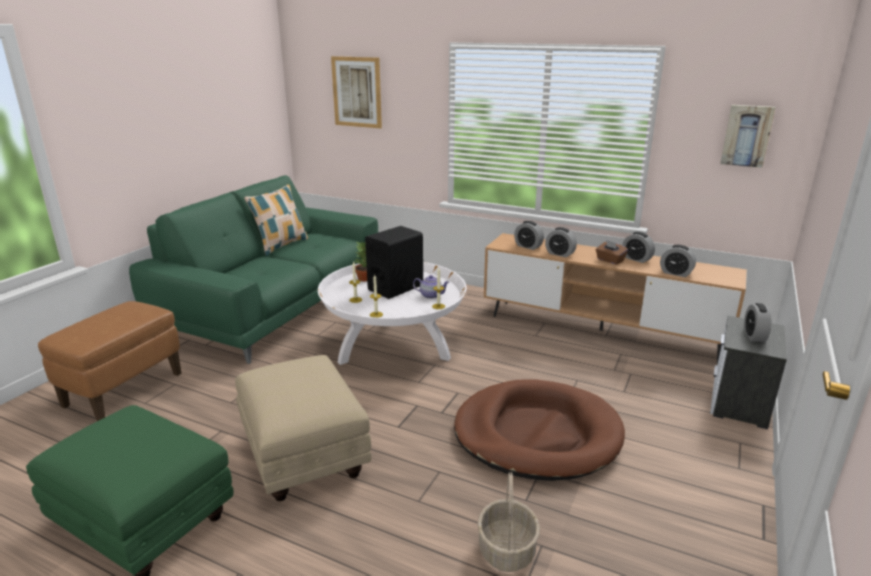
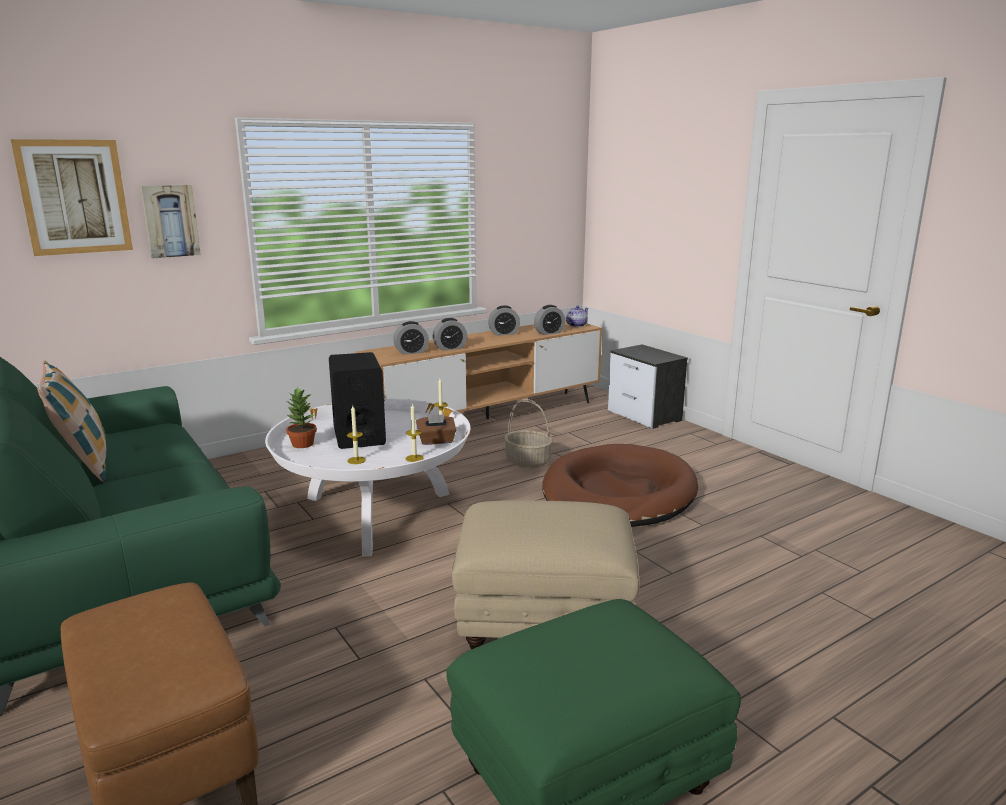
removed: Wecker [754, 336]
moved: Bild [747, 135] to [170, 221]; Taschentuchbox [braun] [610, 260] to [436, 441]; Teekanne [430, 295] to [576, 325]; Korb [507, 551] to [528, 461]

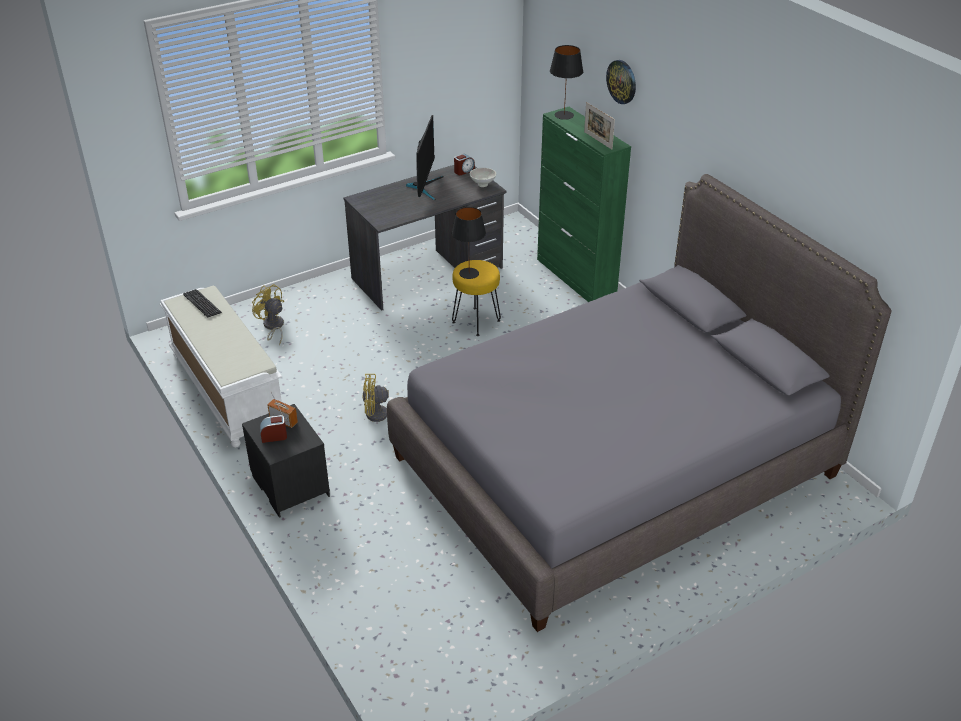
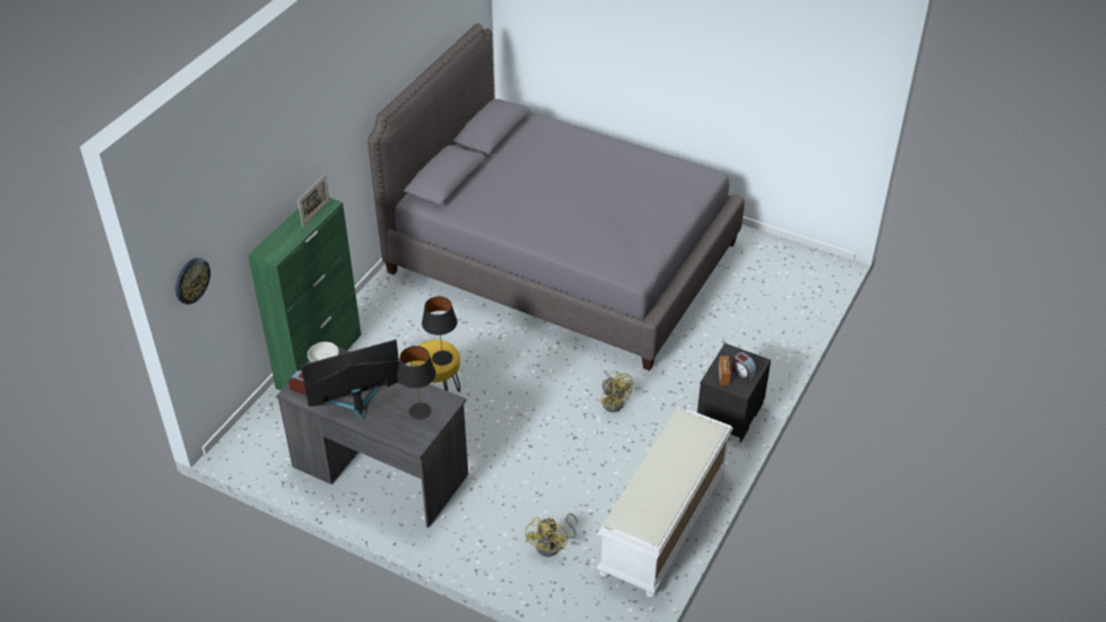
removed: Tastatur [202, 304]
moved: Tischlampe [schwarz] [563, 115] to [420, 411]; Wanduhr [622, 81] to [191, 280]

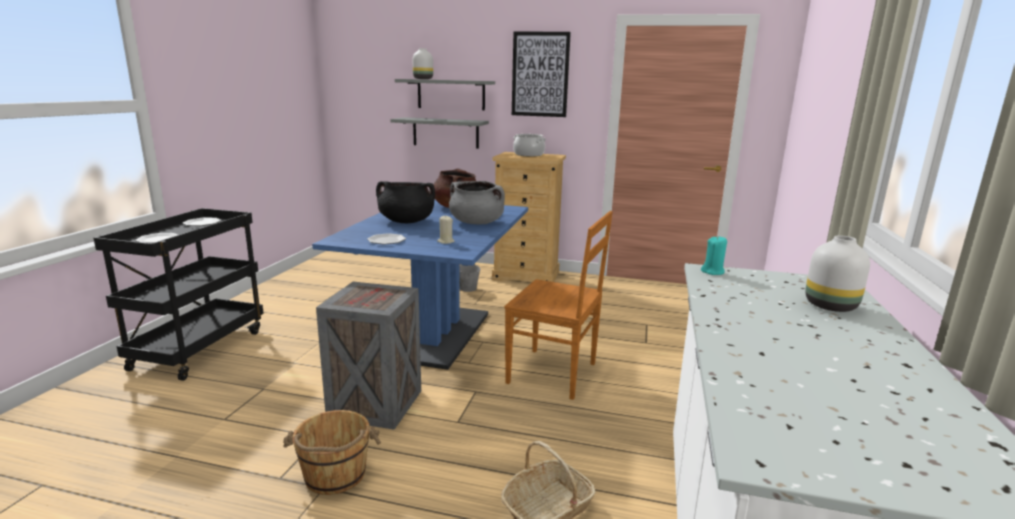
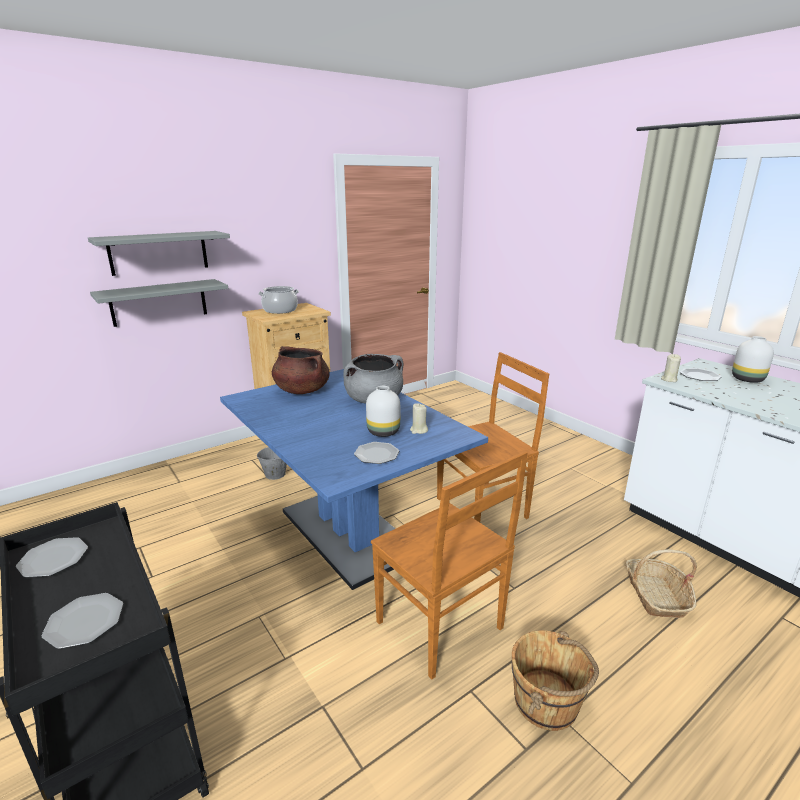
removed: Bild [540, 74]; Kochtopf [schwarz] [406, 221]
added: Teller [699, 376]
moved: Vase [weiß] [422, 79] to [383, 432]
replaced: Kiste [373, 404] to Stuhl [braun] [441, 627]
recoloured: Kerze [türkis] [713, 272] to Kerze [beige] [669, 379]

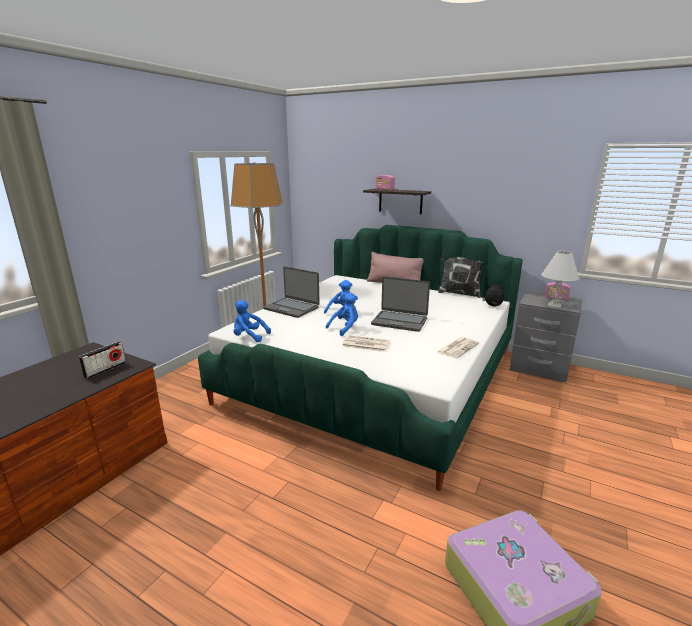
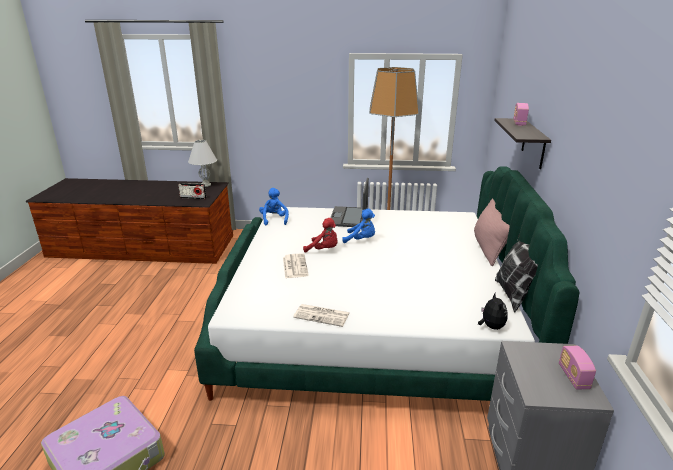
removed: Laptop [399, 321]
moved: Tischlampe [weiß] [554, 305] to [205, 185]
recoloured: Plüschtier [blau] [345, 328] to Plüschtier [rot] [324, 250]

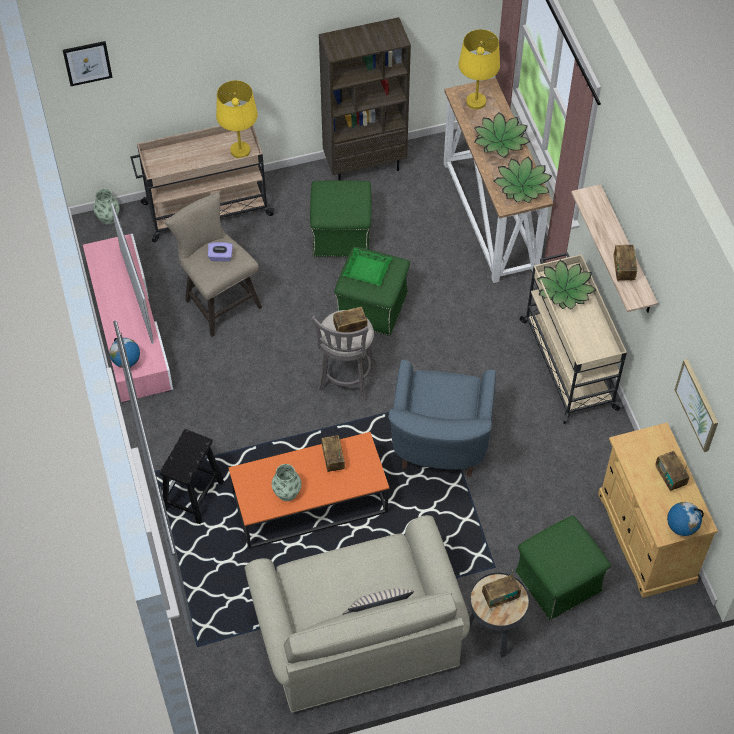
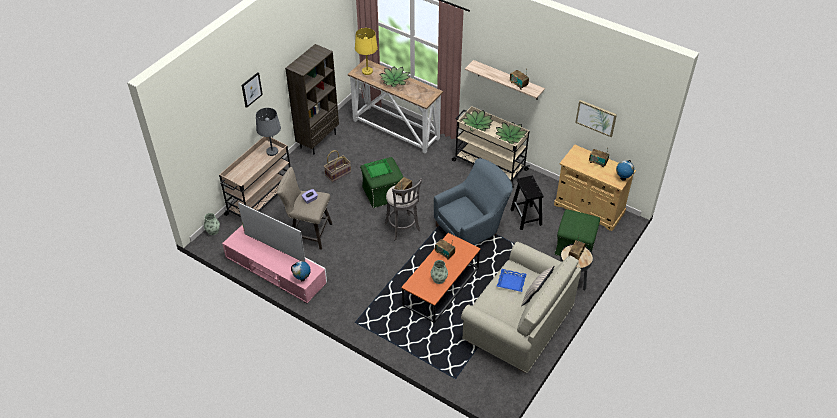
added: Tablett [blau] [511, 282]
moved: Bild [87, 63] to [251, 89]; Topfpflanze [522, 186] to [510, 136]; Hocker [schwarz] [193, 496] to [526, 217]
replaced: Polsterhocker [grün] [342, 235] to Korb [338, 173]
recoloured: Tischlampe [gelb] [240, 150] to Tischlampe [grau] [272, 152]
turned: Sessel [blau] [439, 448] = [472, 229] 90 degrees counterclockwise

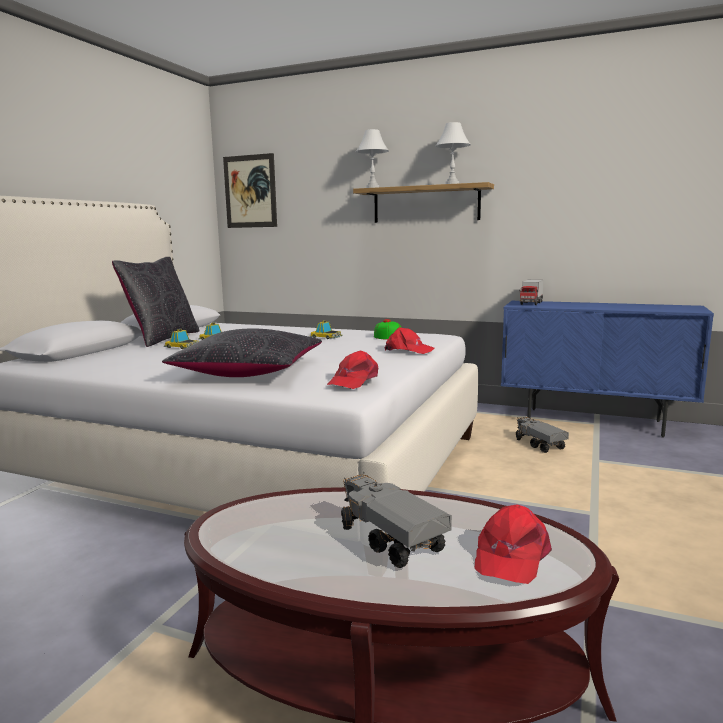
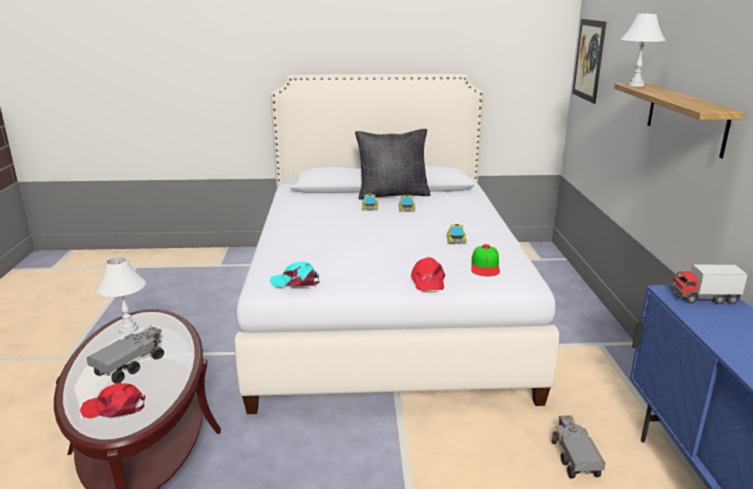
removed: Kissen [schwarz] [249, 372]
moved: Tischlampe [weiß] [451, 184] to [128, 329]
recoloured: Kappe [rot] [354, 381] to Kappe [türkis] [295, 282]
turned: Spielzeuglaster [539, 444] = [574, 458] 45 degrees counterclockwise

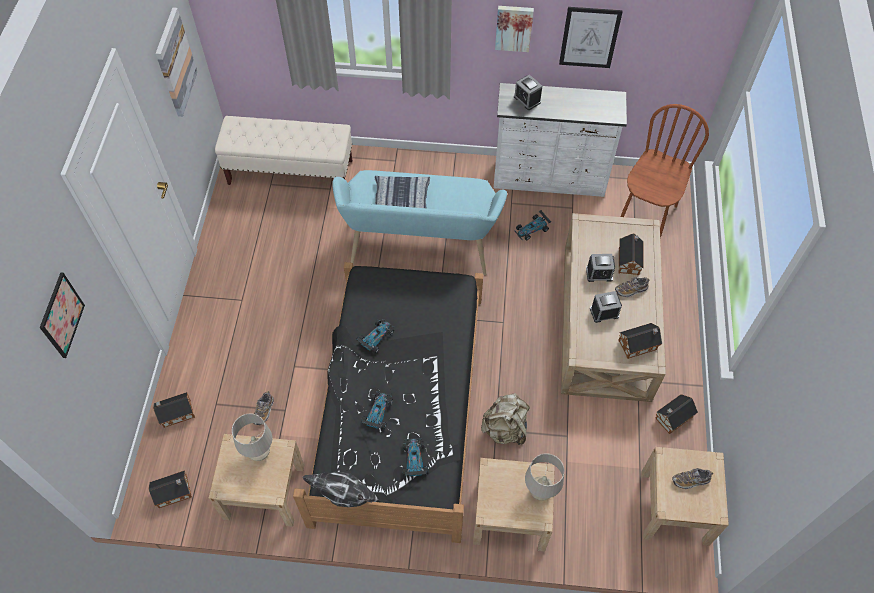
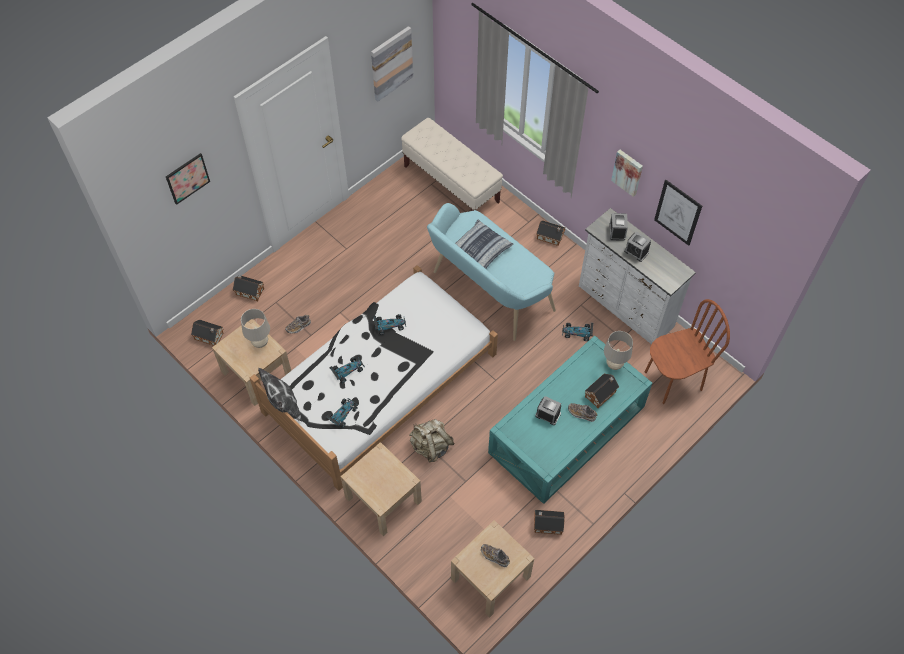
moved: Wecker [599, 274] to [636, 251]; Spielzeughaus [639, 345] to [551, 237]; Tischlampe [beige] [540, 491] to [614, 365]
recoloured: Couchtisch [beige] [607, 320] to Couchtisch [türkis] [567, 430]; Bett [schwarz] [400, 405] to Bett [weiß] [380, 383]

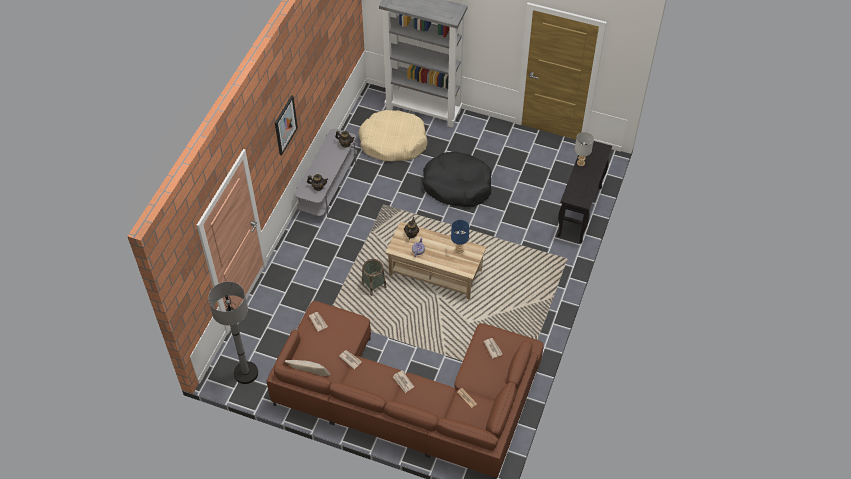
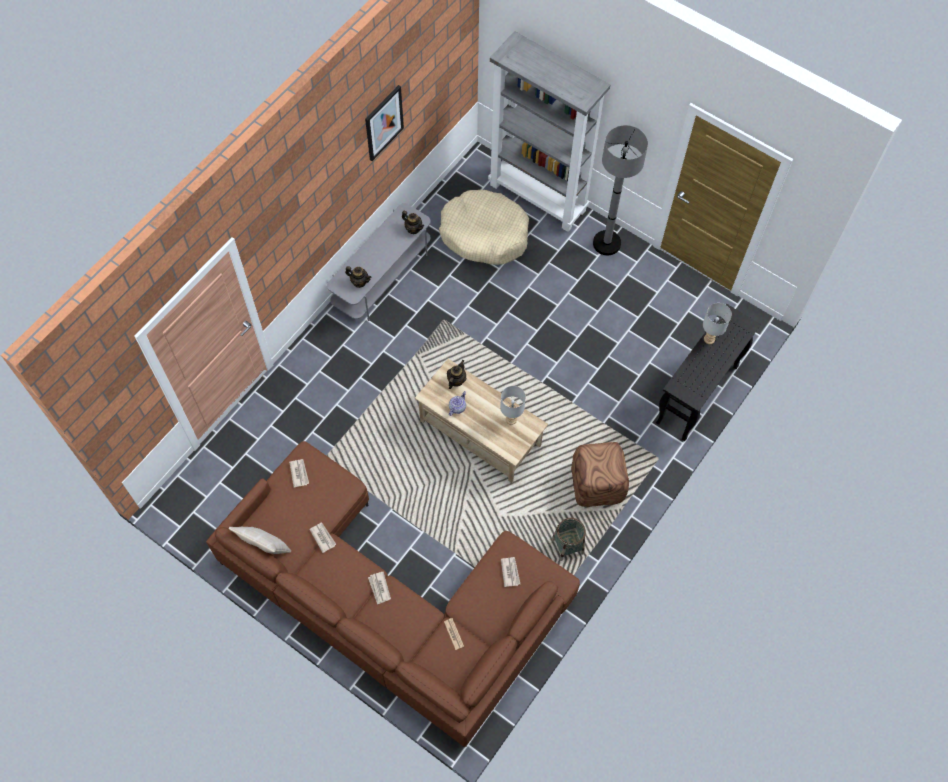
removed: Hundebett [schwarz] [457, 185]
added: Polsterhocker [braun] [597, 483]
moved: Bild [285, 125] to [383, 123]; Korb [374, 285] to [567, 546]; Stehlampe [grau] [246, 373] to [606, 243]
recoloured: Tischlampe [blau] [459, 249] to Tischlampe [grau] [511, 419]

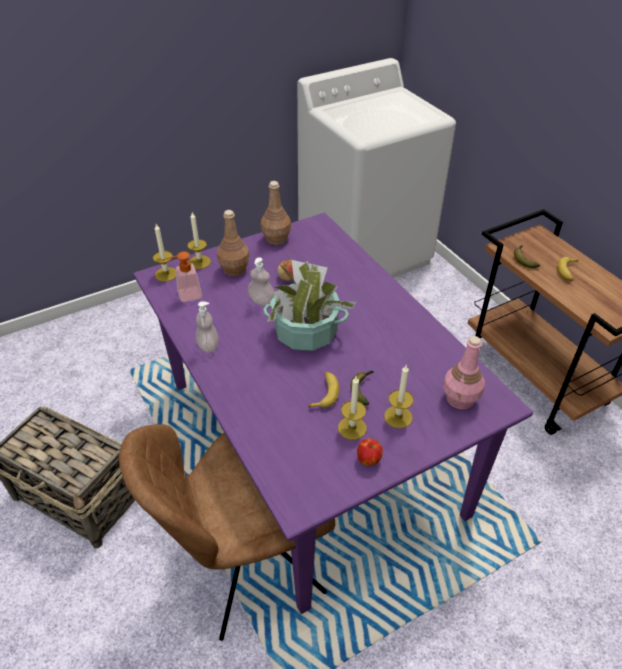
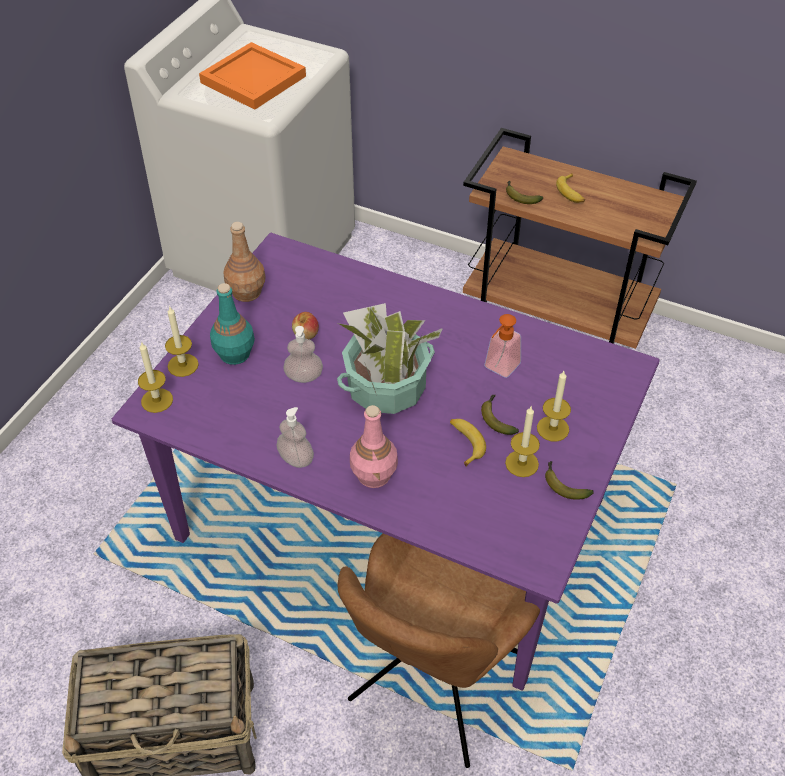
added: Tablett [orange] [255, 79]
moved: Seifenspender [185, 296] to [498, 369]; Flasche [rosa] [460, 399] to [374, 474]
replaced: Apfel [369, 459] to Banane [563, 485]
recoloured: Flasche [braun] [234, 269] to Flasche [türkis] [234, 354]

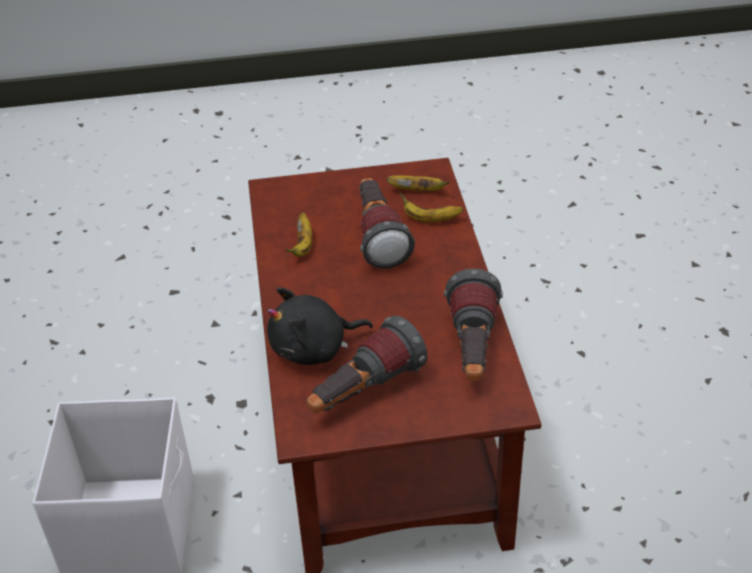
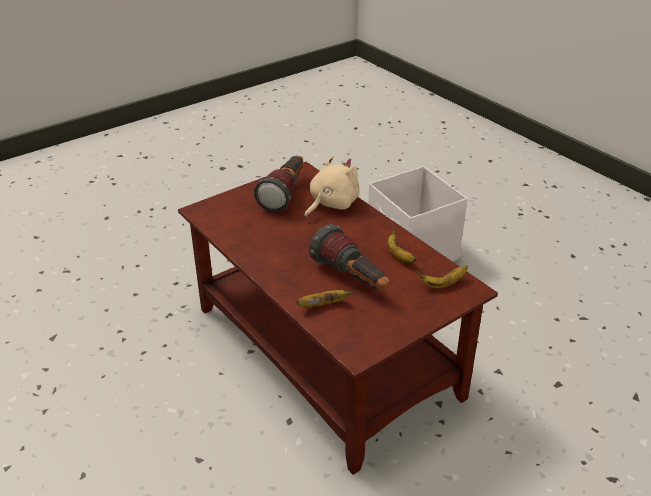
removed: Taschenlampe [472, 350]
moved: Banane [418, 191] to [443, 284]
recoloured: Plüschtier [schwarz] [314, 348] to Plüschtier [beige] [331, 204]

